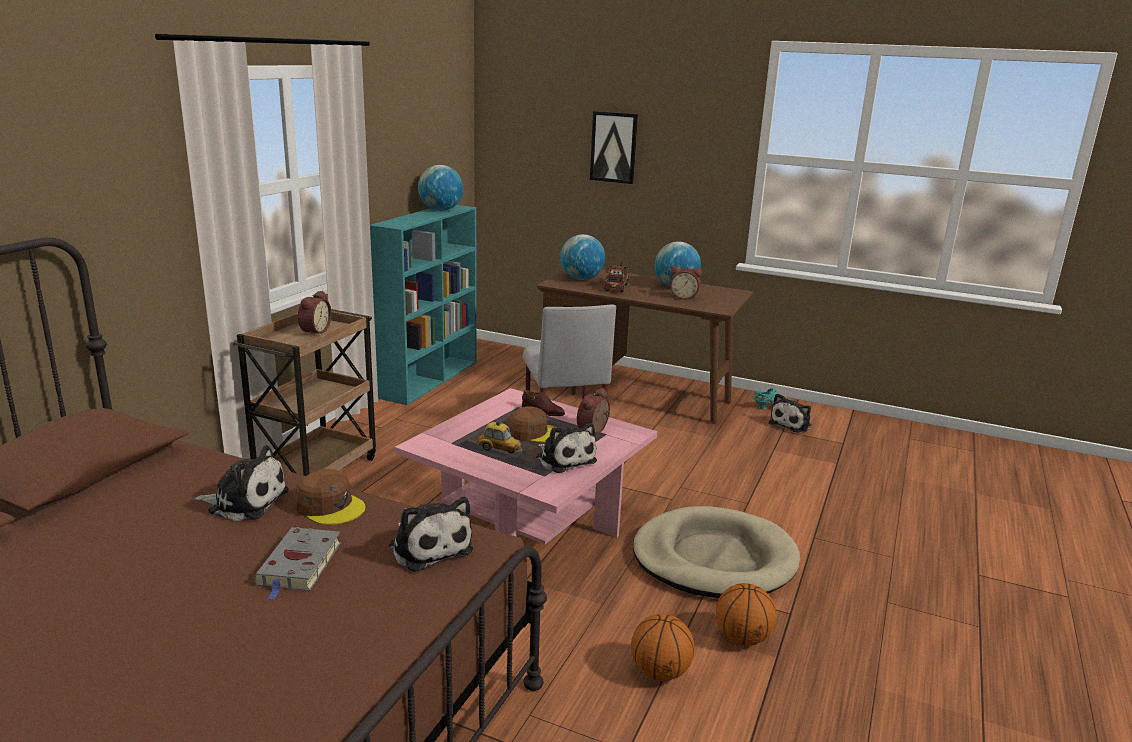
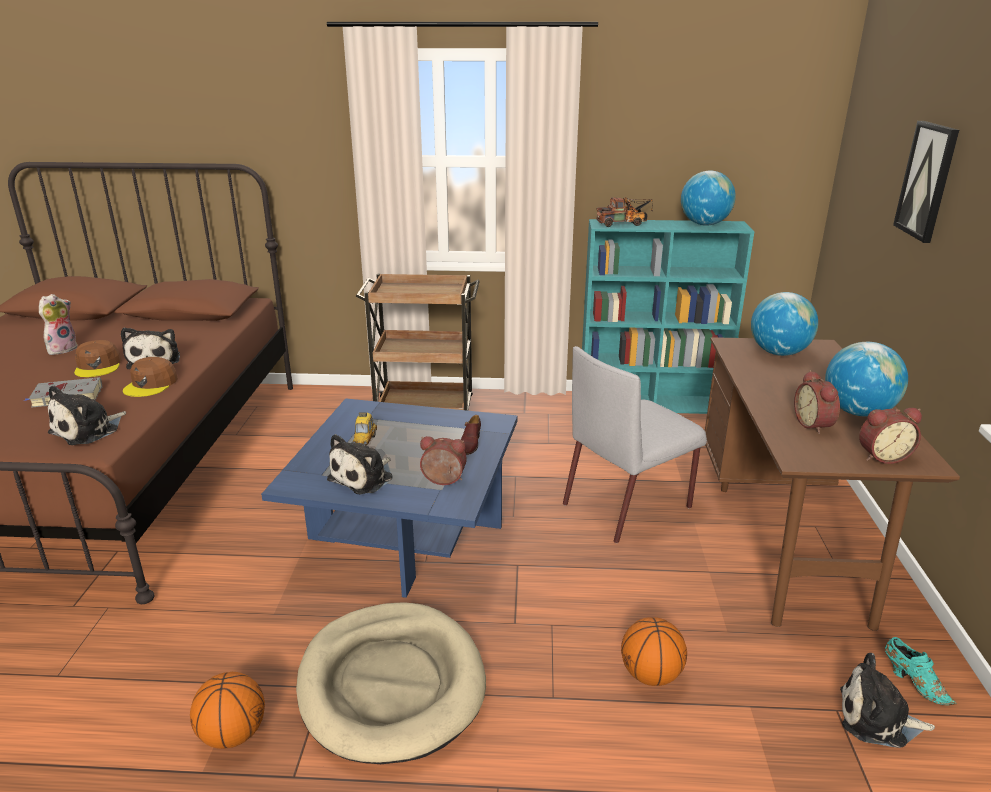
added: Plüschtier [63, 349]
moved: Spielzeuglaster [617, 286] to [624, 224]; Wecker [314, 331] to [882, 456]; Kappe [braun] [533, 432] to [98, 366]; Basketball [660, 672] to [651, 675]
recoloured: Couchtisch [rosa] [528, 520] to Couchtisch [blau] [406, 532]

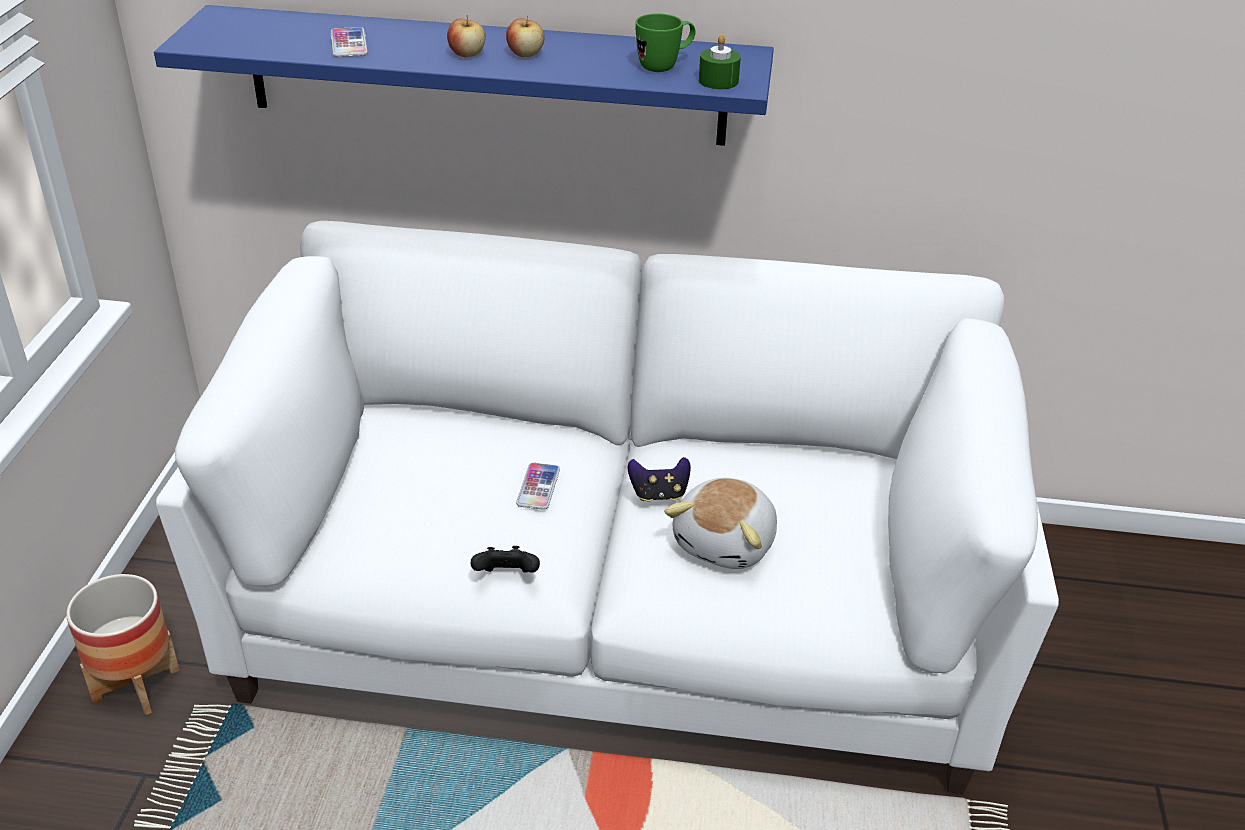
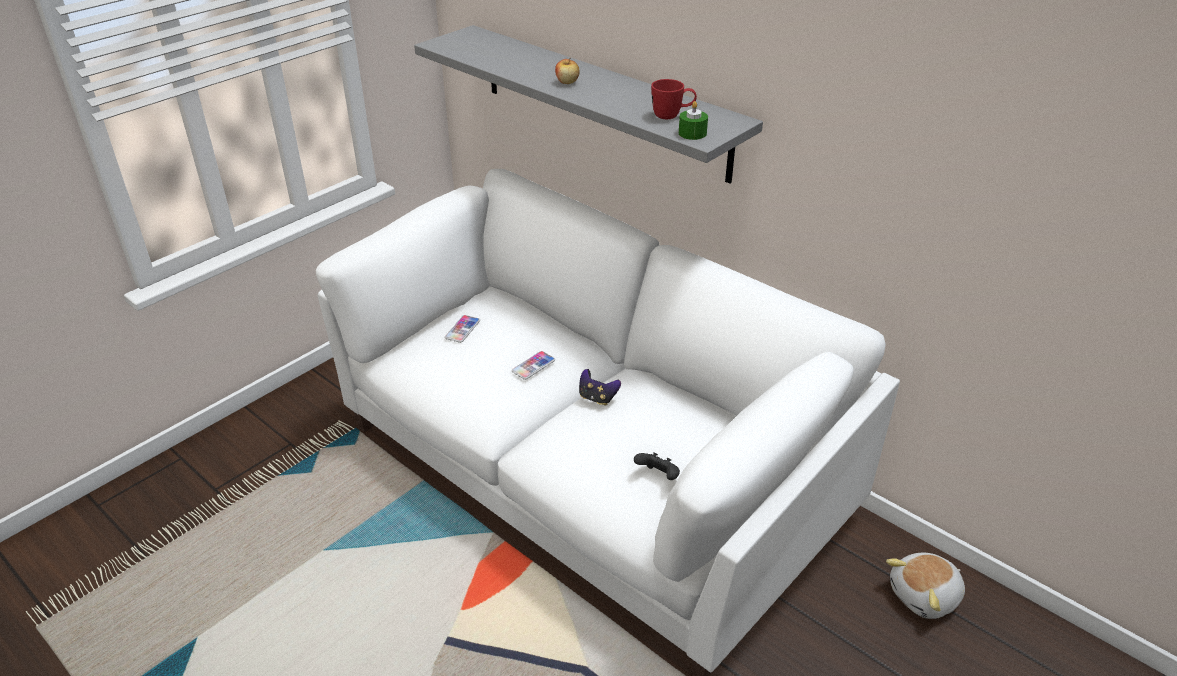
removed: Apfel [525, 54]; Pflanzkübel [136, 685]
moved: Handy [349, 44] to [462, 329]; Plüschtier [727, 543] to [925, 596]; Gamepad [schwarz] [507, 577] to [658, 476]
recoloured: Wandregal [blau] [486, 76] to Wandregal [grau] [602, 101]; Henkelbecher [grün] [665, 66] to Henkelbecher [rot] [672, 116]

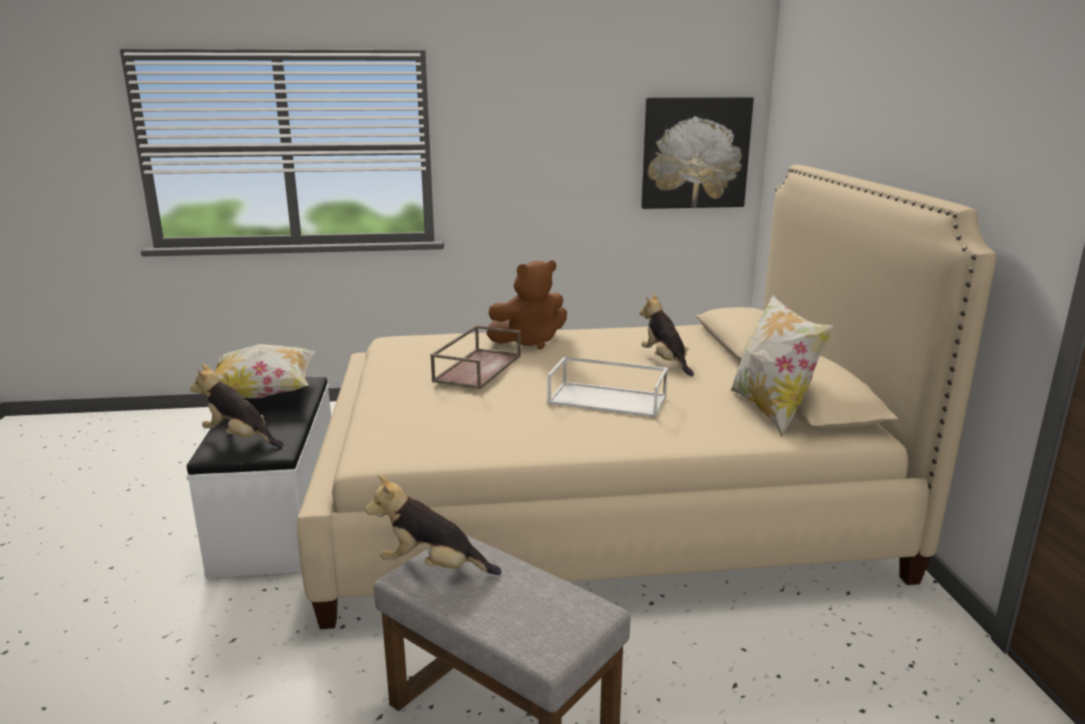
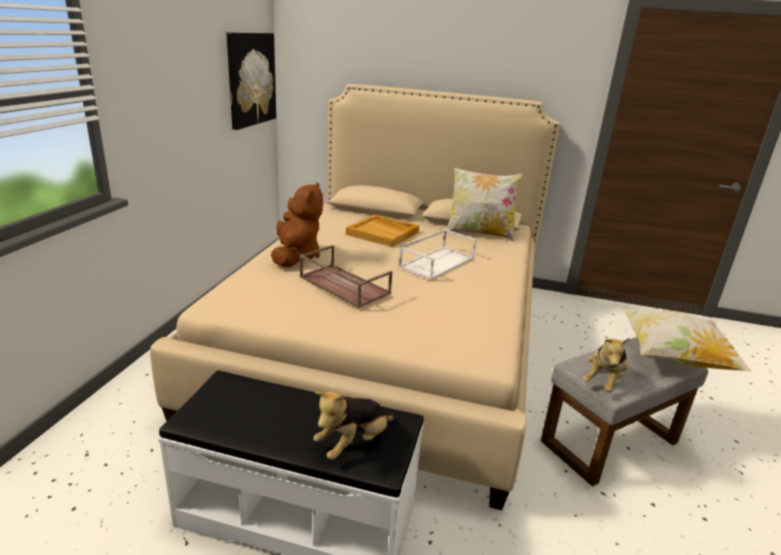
moved: Kissen [264, 394] to [673, 358]
replaced: Plüschtier [665, 362] to Tablett [beige] [383, 233]

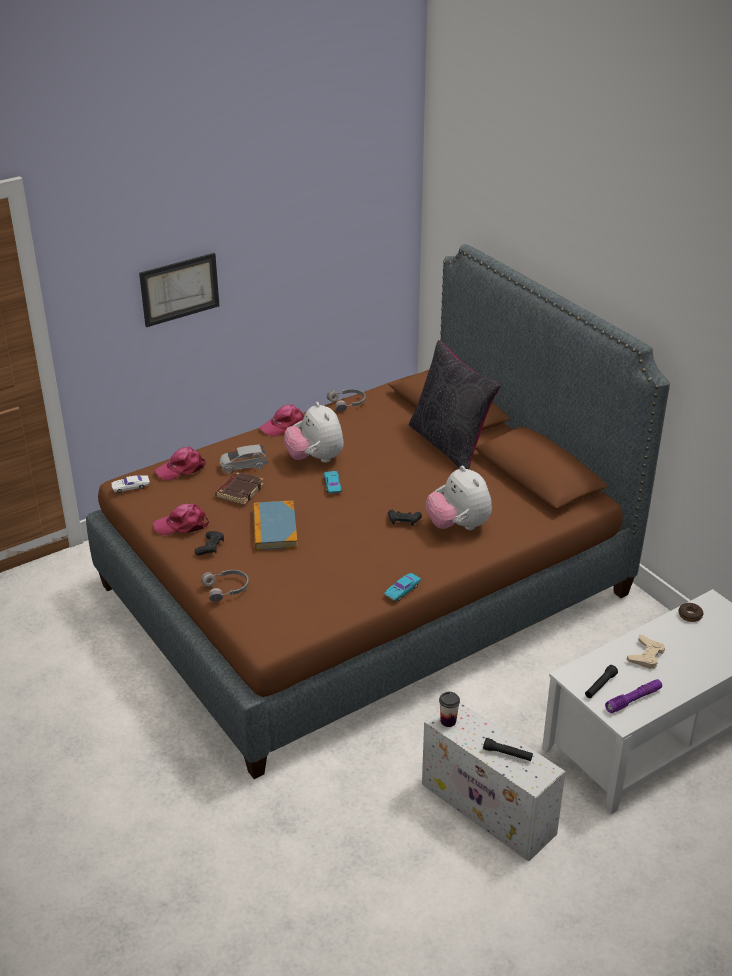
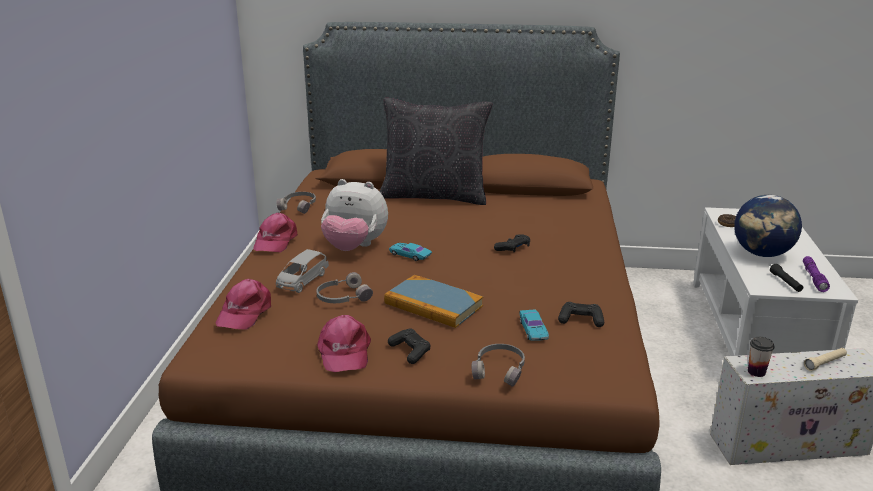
removed: Bild [179, 289]; Plüschtier [458, 526]; Spielzeugauto [weiß] [131, 486]
added: Gamepad [schwarz] [581, 320]
moved: Spielzeugauto [türkis] [402, 590] to [533, 329]
replaced: Buch [braun] [239, 491] to Kopfhörer [grau] [342, 297]; Gamepad [beige] [646, 655] to Globus [762, 254]
recoloured: Taschenlampe [schwarz] [507, 754] to Taschenlampe [beige] [824, 363]
turned: Kappe [rosa] [182, 525] = [344, 352] 45 degrees counterclockwise

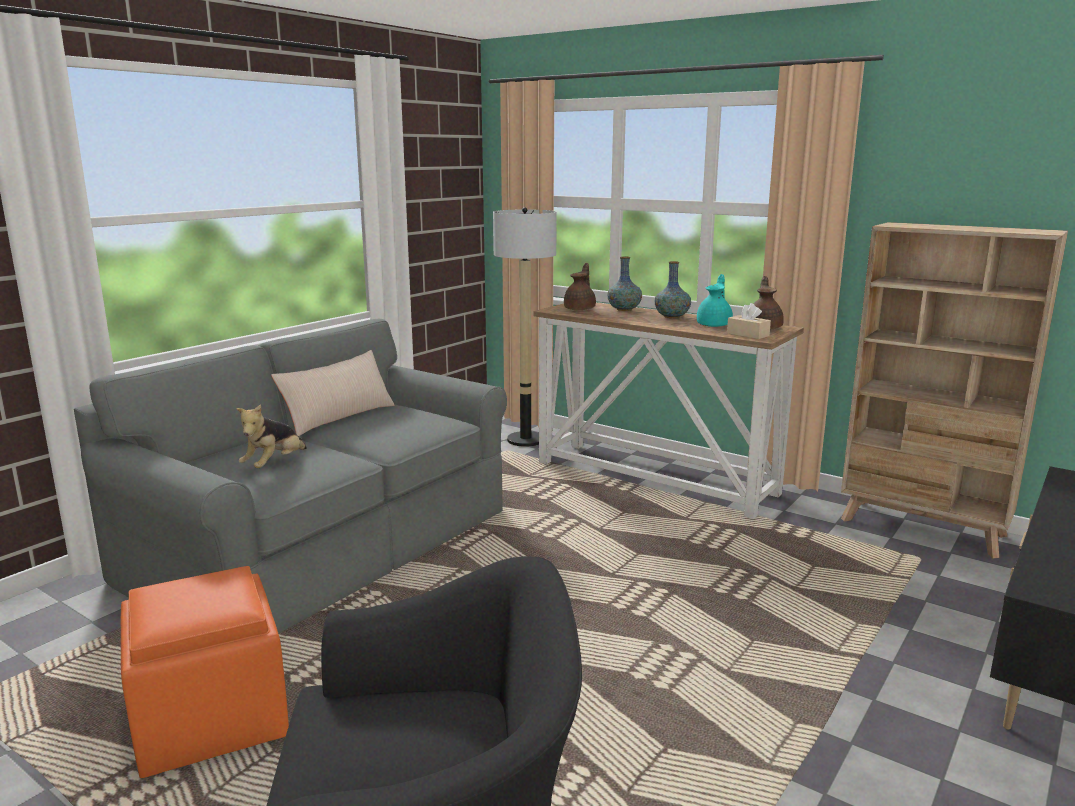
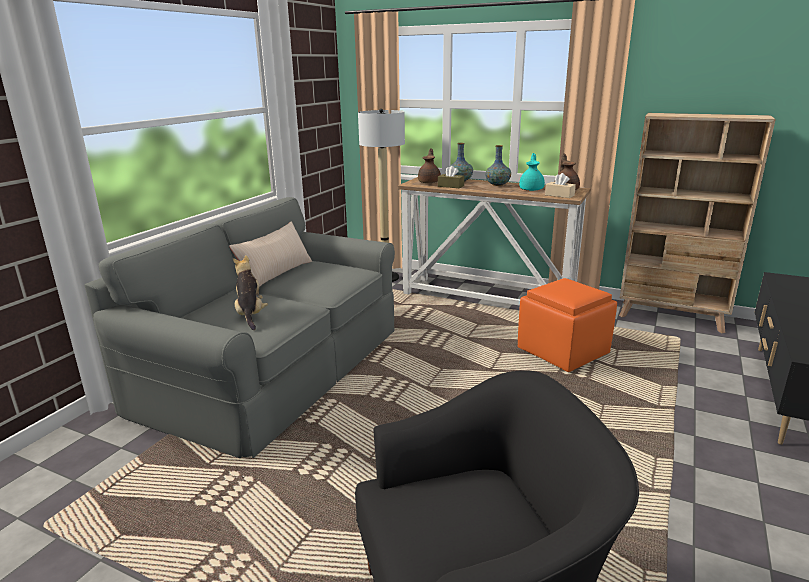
added: Taschentuchbox [braun] [450, 186]
moved: Polsterhocker [orange] [213, 720] to [564, 352]
turned: Plüschtier [274, 464] = [250, 314] 150 degrees clockwise

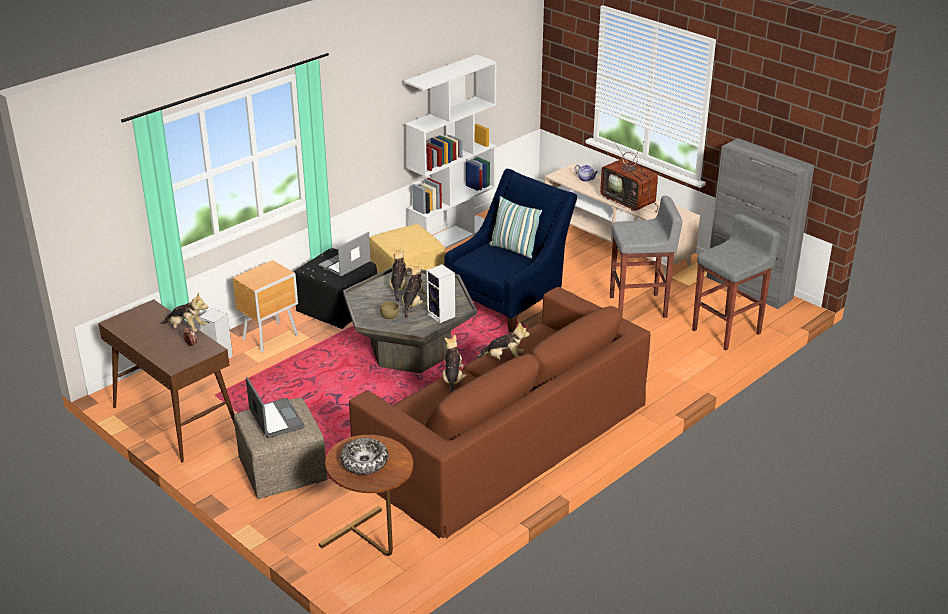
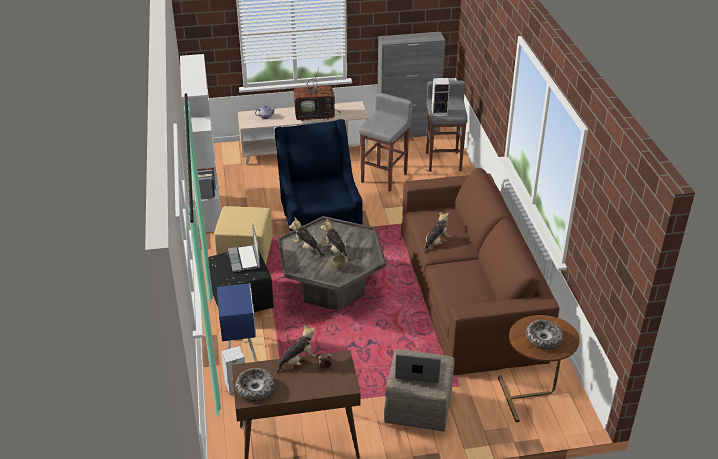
removed: Kissen [513, 249]; Plüschtier [453, 380]
added: Schüssel [255, 388]
moved: Lautsprecher [442, 315] to [440, 112]
recoloured: Nachttisch [braun] [271, 337] to Nachttisch [blau] [240, 347]

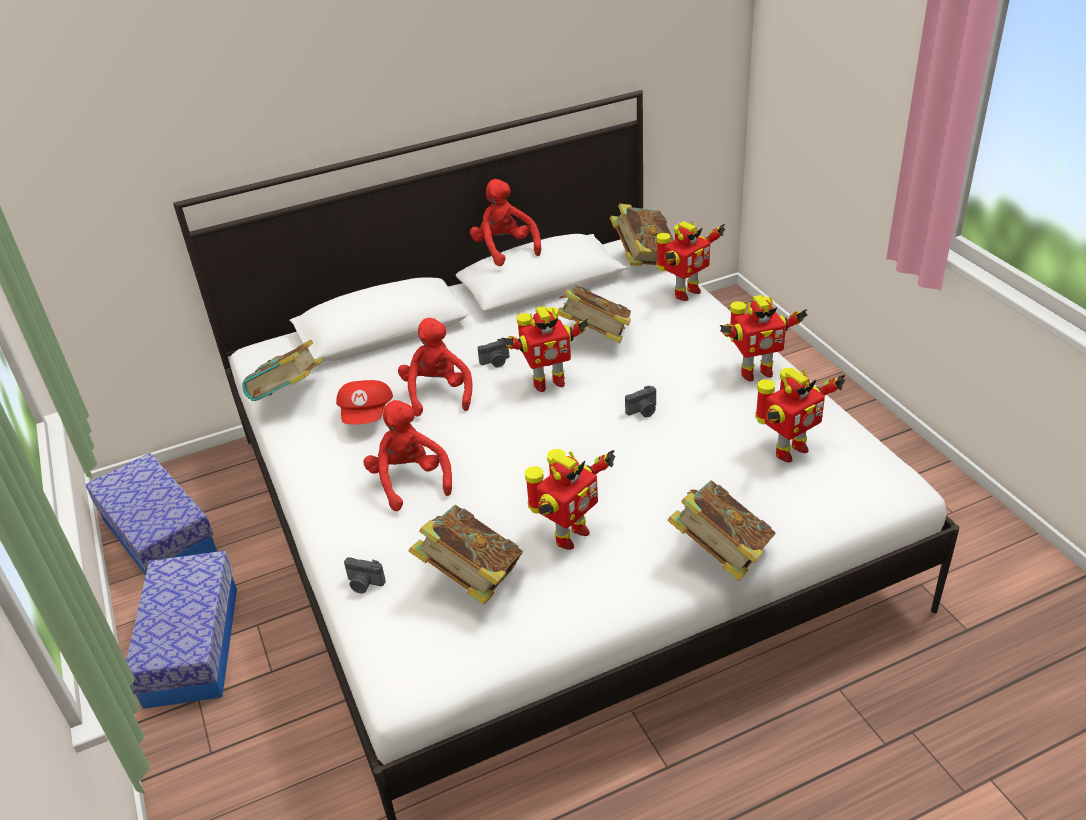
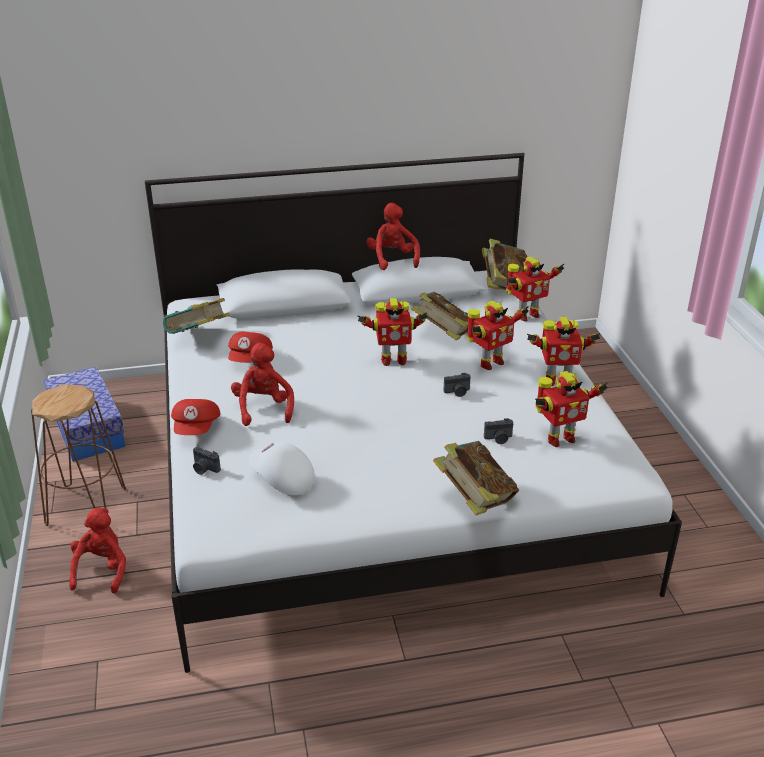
added: Kappe [rot] [197, 428]
moved: Plüschtier [rot] [438, 393] to [102, 570]; Kamera [496, 362] to [498, 439]; Spielzeugroboter [568, 535] to [489, 363]
replaced: Buch [471, 578] to Kappe [weiß] [282, 479]; Aufbewahrungsbox [192, 645] to Hocker [braun] [86, 506]

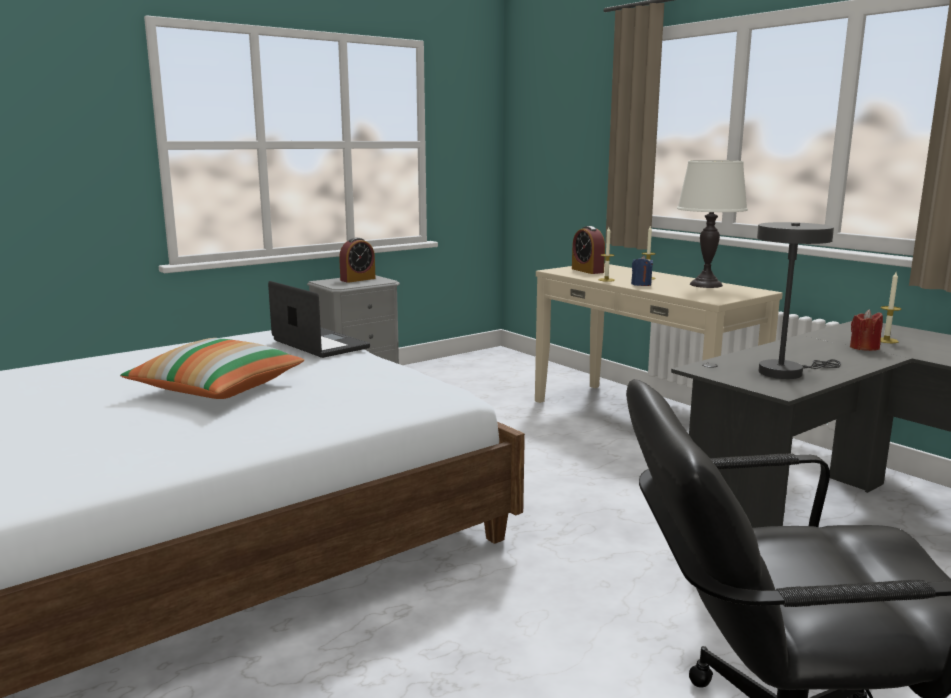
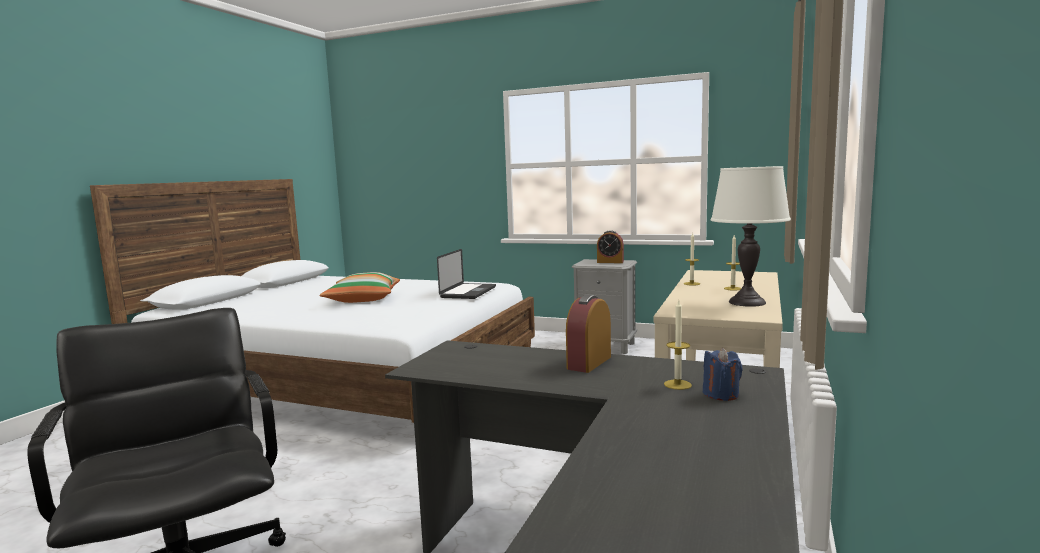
removed: Tischlampe [grau] [786, 372]; Kerze [rot] [864, 348]
moved: Wecker [587, 270] to [589, 363]; Kerze [blau] [641, 284] to [721, 394]

